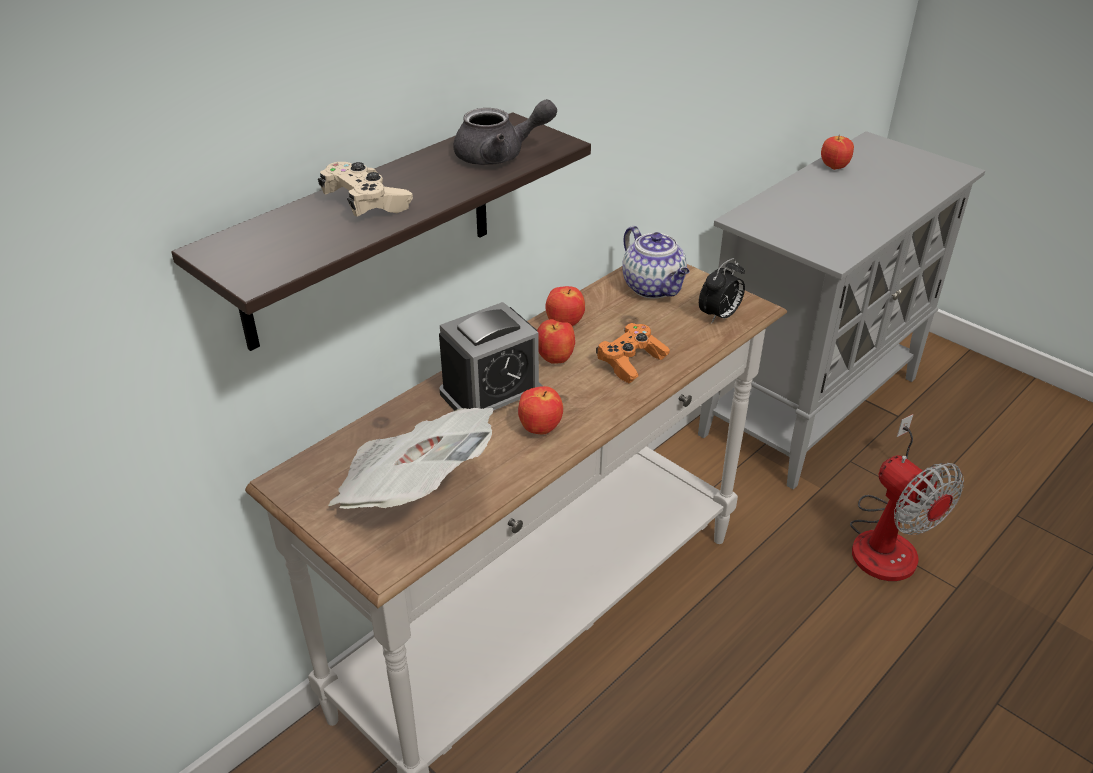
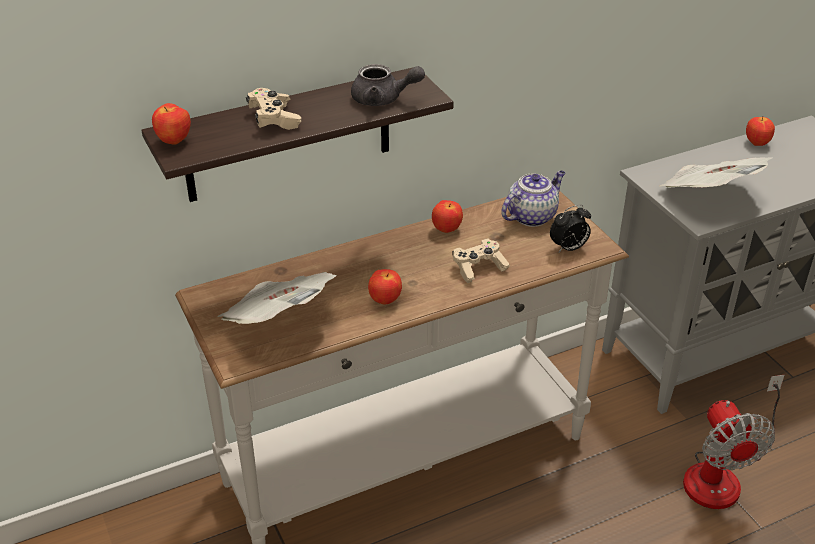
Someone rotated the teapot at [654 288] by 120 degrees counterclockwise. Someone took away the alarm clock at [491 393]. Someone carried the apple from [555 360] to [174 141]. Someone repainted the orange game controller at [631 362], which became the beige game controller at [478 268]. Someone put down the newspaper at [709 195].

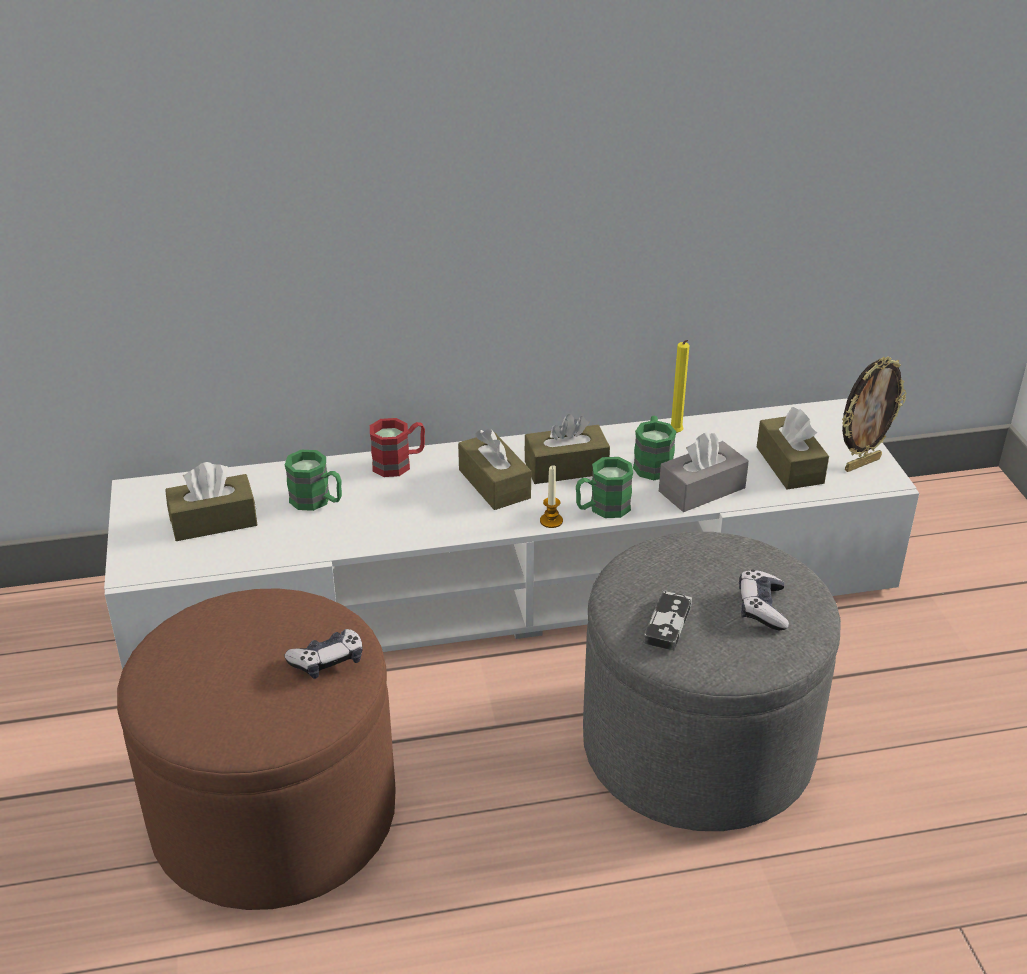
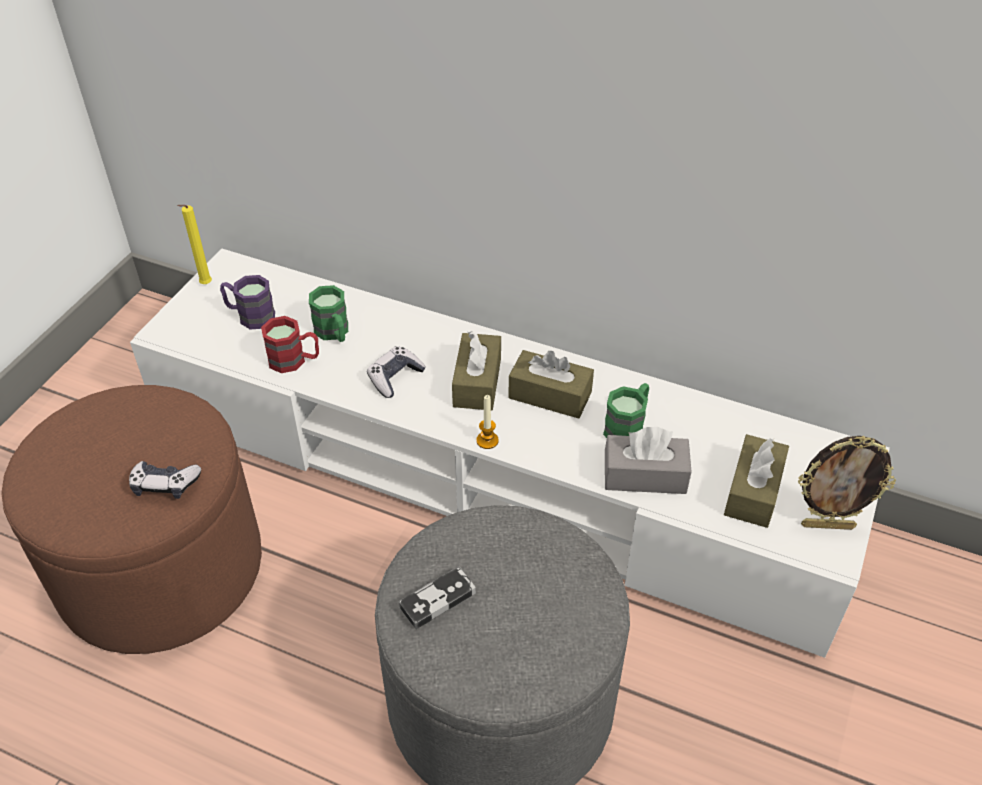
Someone carried the yellow candle from [676 434] to [204 285]. Someone carried the red mug from [399 463] to [294 360]. Someone took away the green mug at [602 508]. Someone swapped the brown tissue box at [213 521] for the purple mug at [250 316]. Someone carried the game controller from [761 608] to [395 377].

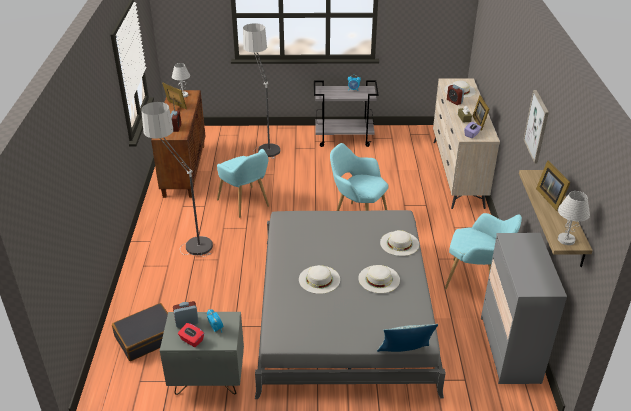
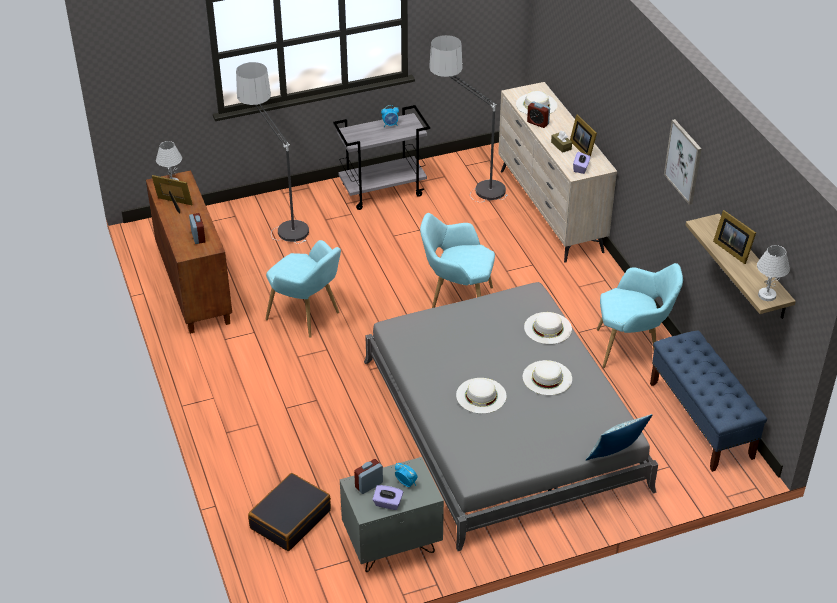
Someone carried the floor lamp from [185 238] to [467 186]. Someone swapped the grey dresser at [509 349] for the blue bench at [701 420]. Someone repainted the red tissue box at [191 340], which became the purple tissue box at [387 503].

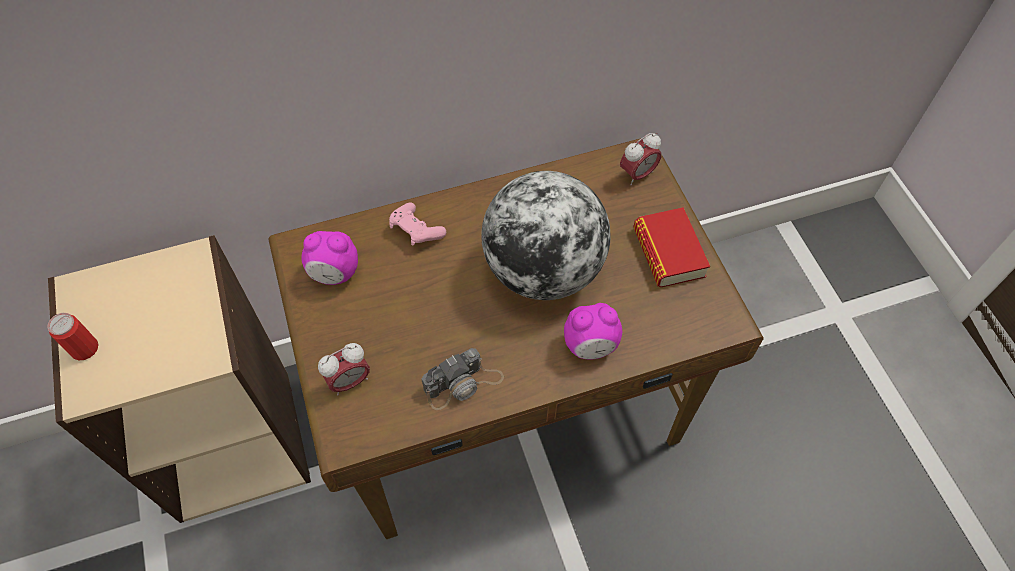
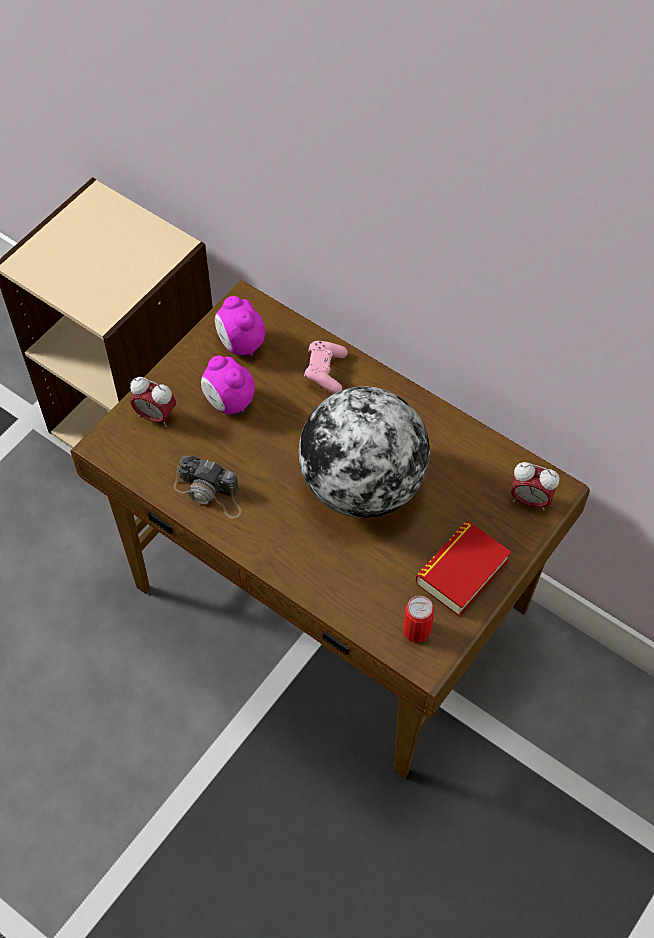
Someone carried the alarm clock from [590 346] to [228 402]. Someone carried the can from [84 348] to [416 630].

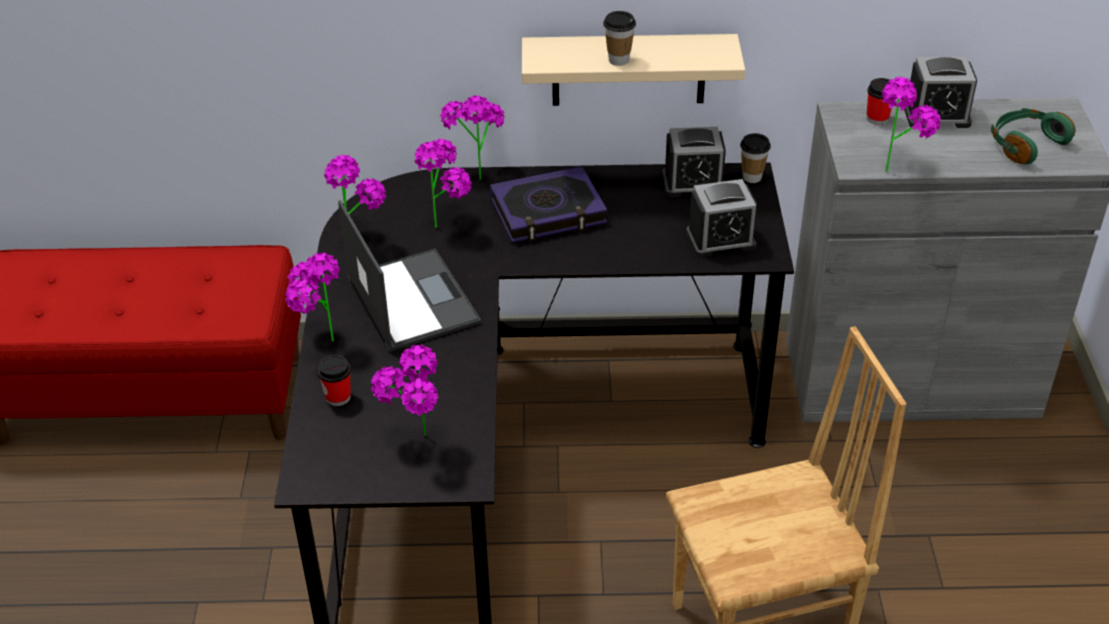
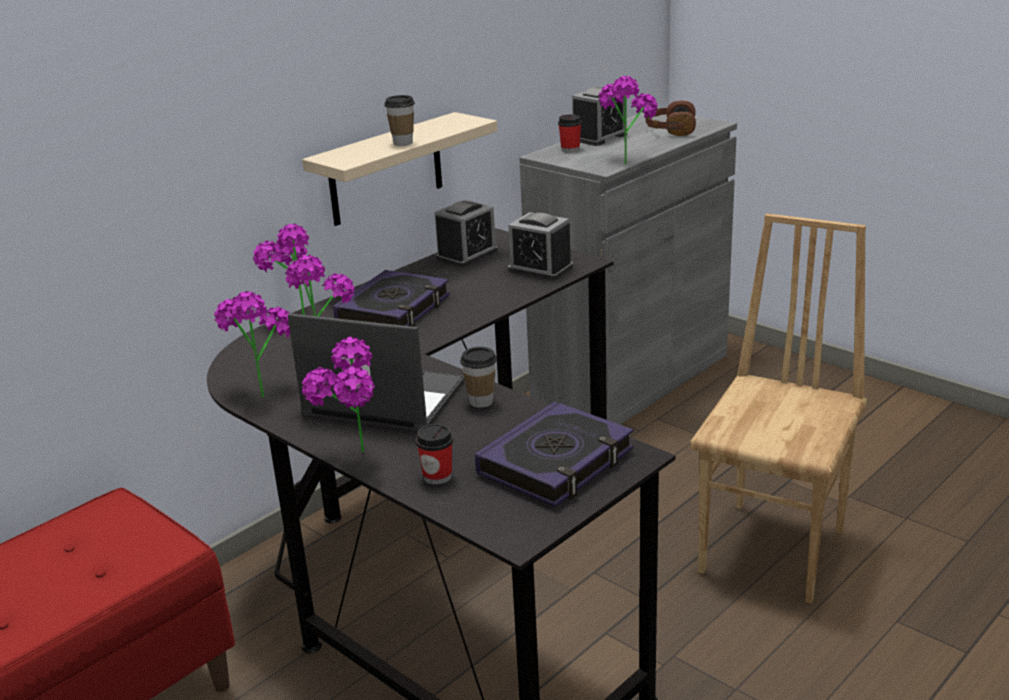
Someone repainted the green headphones at [1025 144], which became the brown headphones at [670 129]. Someone carried the cup from [752 177] to [481 402]. Someone rotated the alarm clock at [720 239] by 90 degrees clockwise. Someone swapped the potted plant at [416 444] for the book at [556 463].

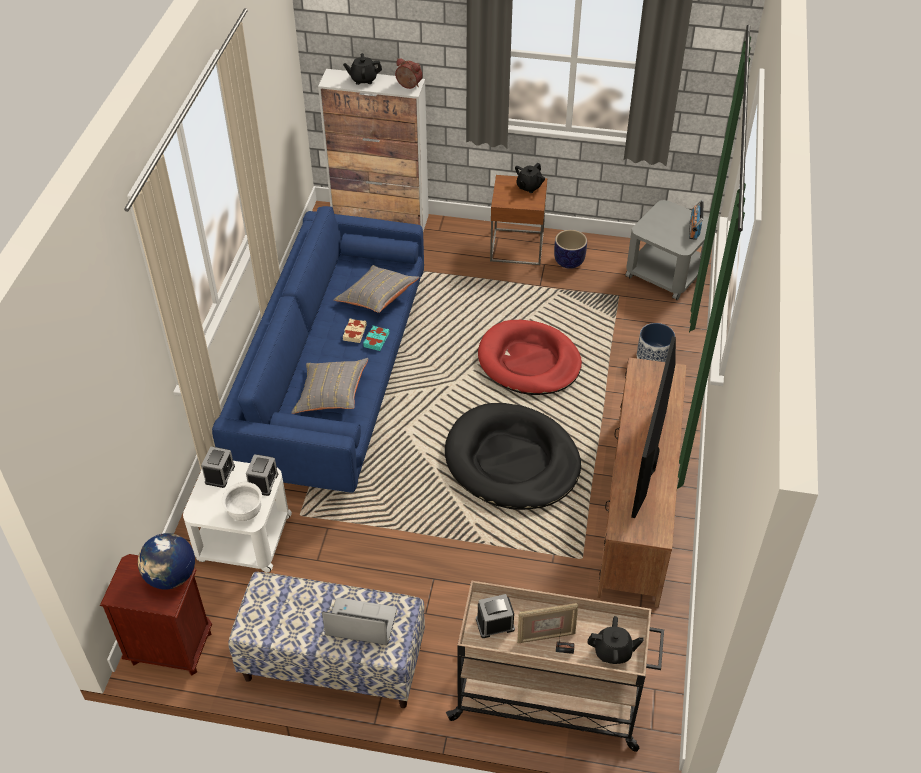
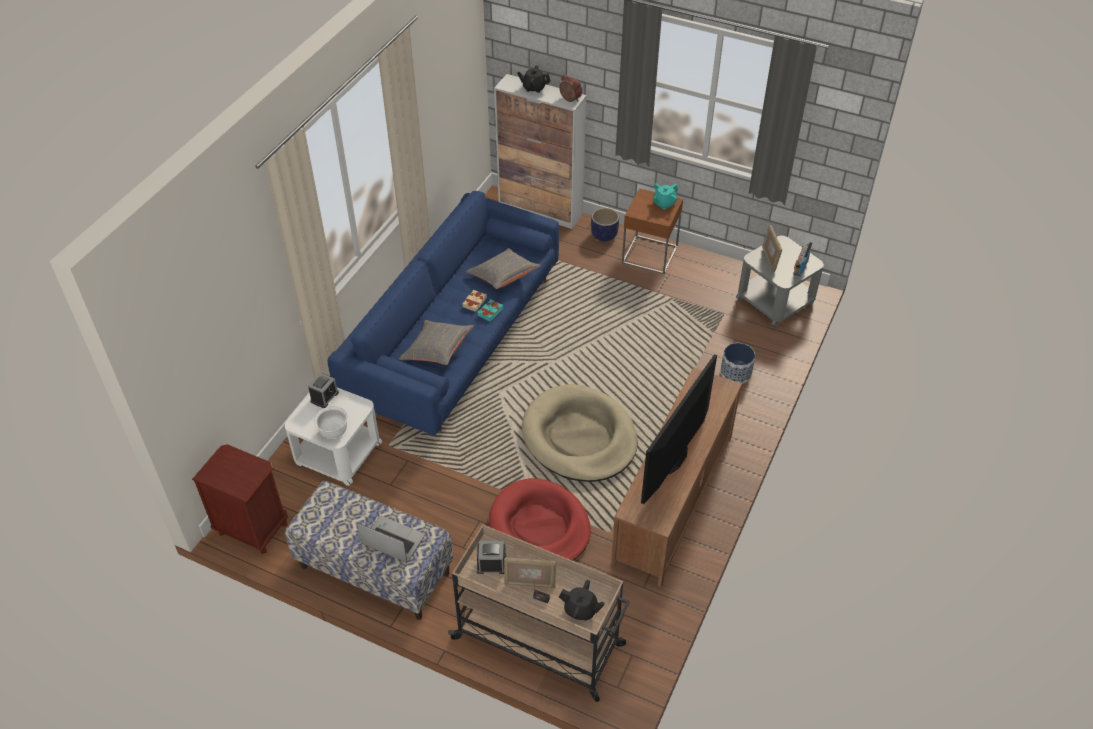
Someone repainted the black teapot at [529 187], which became the turquoise teapot at [664 203]. Someone carried the planter from [568 261] to [604 235]. Someone carried the red dog bed from [529 361] to [540 526]. Someone repainted the black dog bed at [512 461], which became the beige dog bed at [579 437]. Someone took away the alarm clock at [263 482]. Someone took away the globe at [171 577]. Someone put down the picture frame at [769 259].

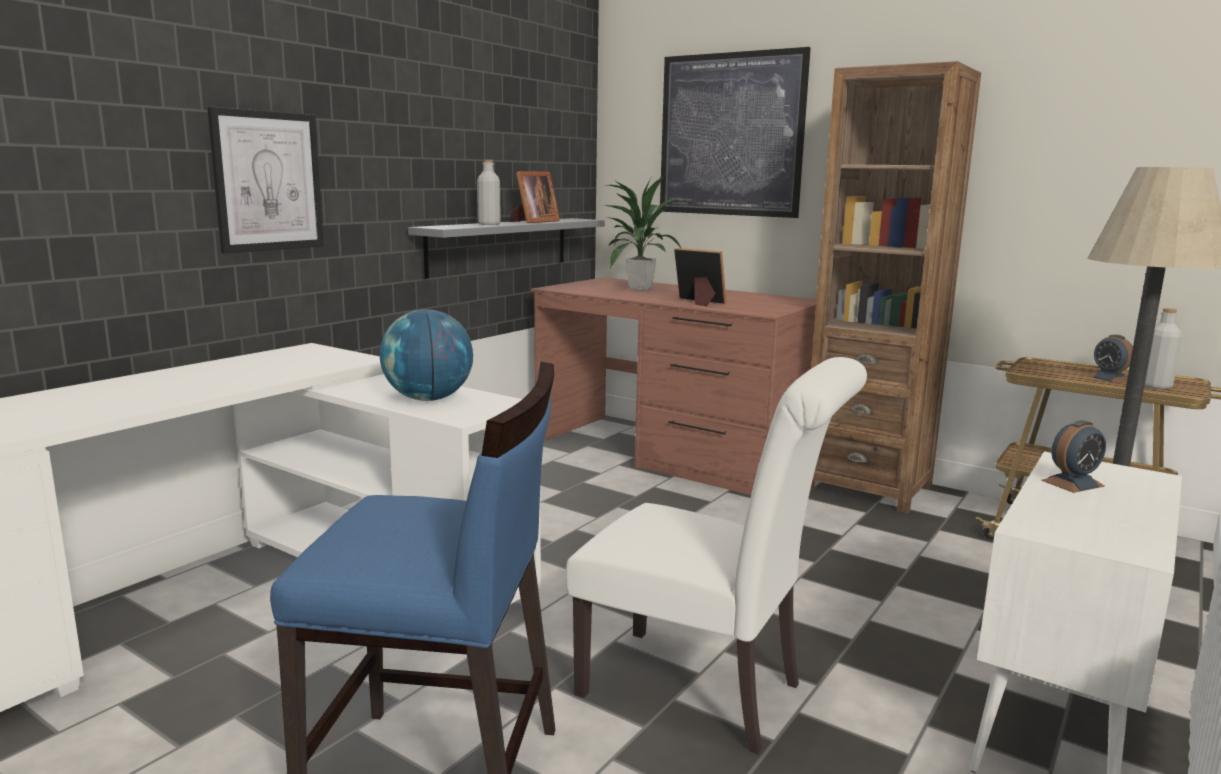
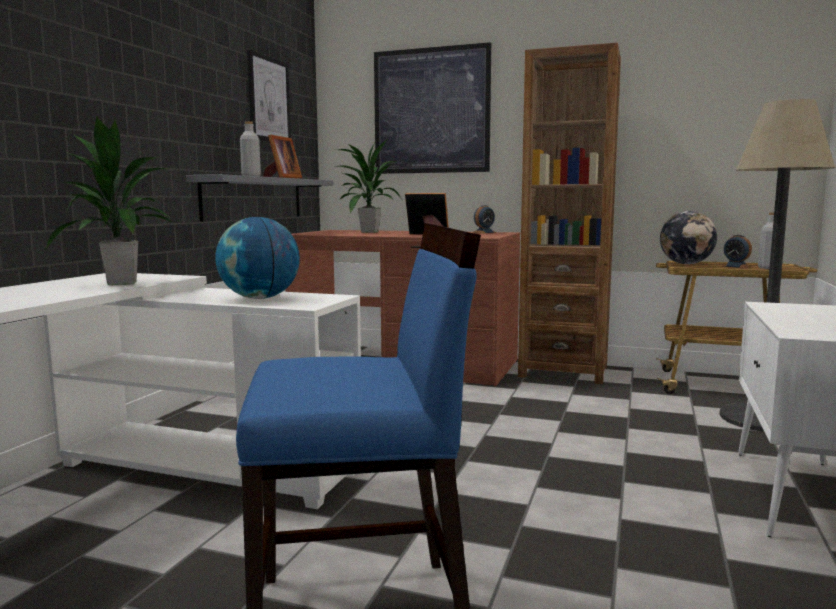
Someone carried the picture from [268 181] to [268 100]. Someone took away the white chair at [703 692]. Someone carried the alarm clock from [1072 483] to [484 232]. Someone put down the potted plant at [123 283]. Someone put down the globe at [686 264].

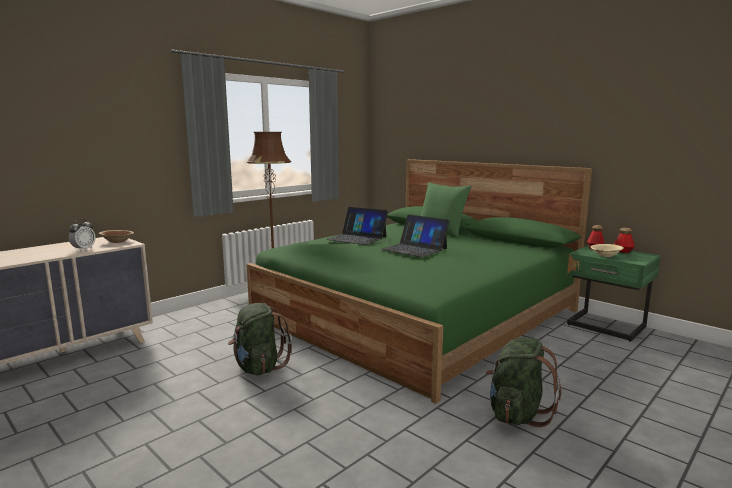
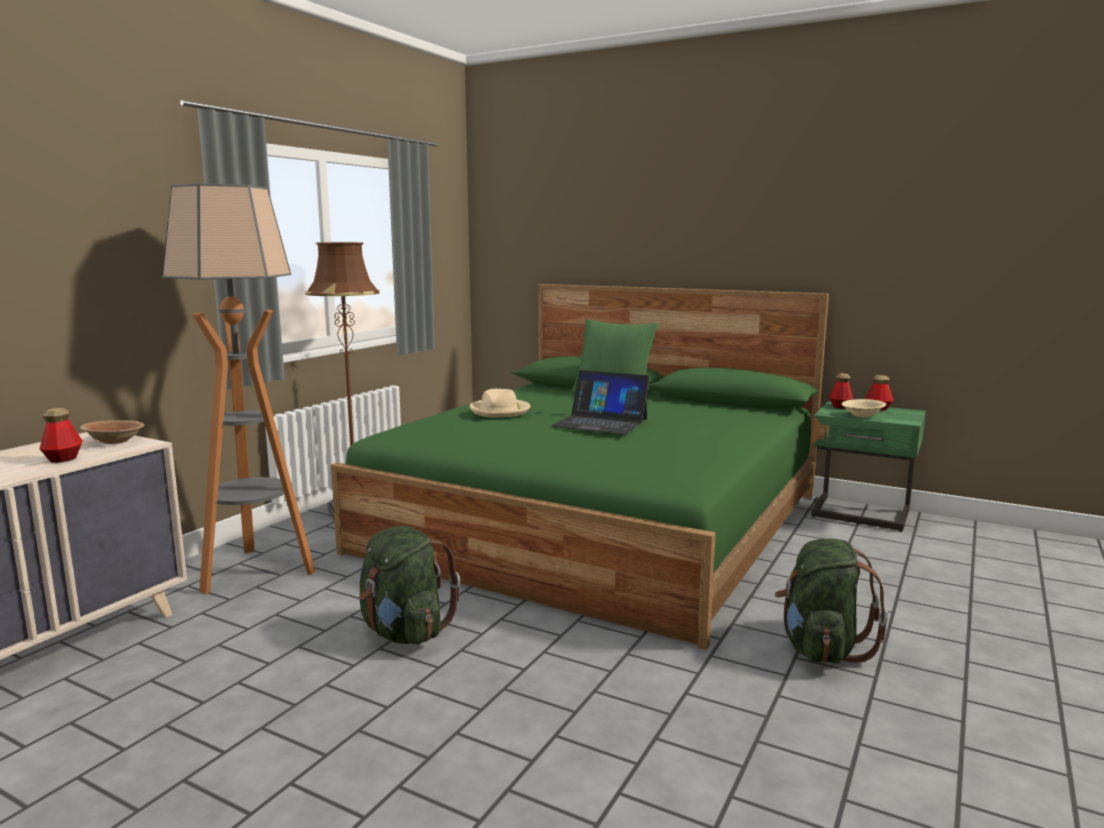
Someone swapped the laptop at [357 238] for the beige hat at [500 411]. Someone swapped the alarm clock at [83 249] for the bottle at [63 459]. Someone put down the floor lamp at [255 571].

